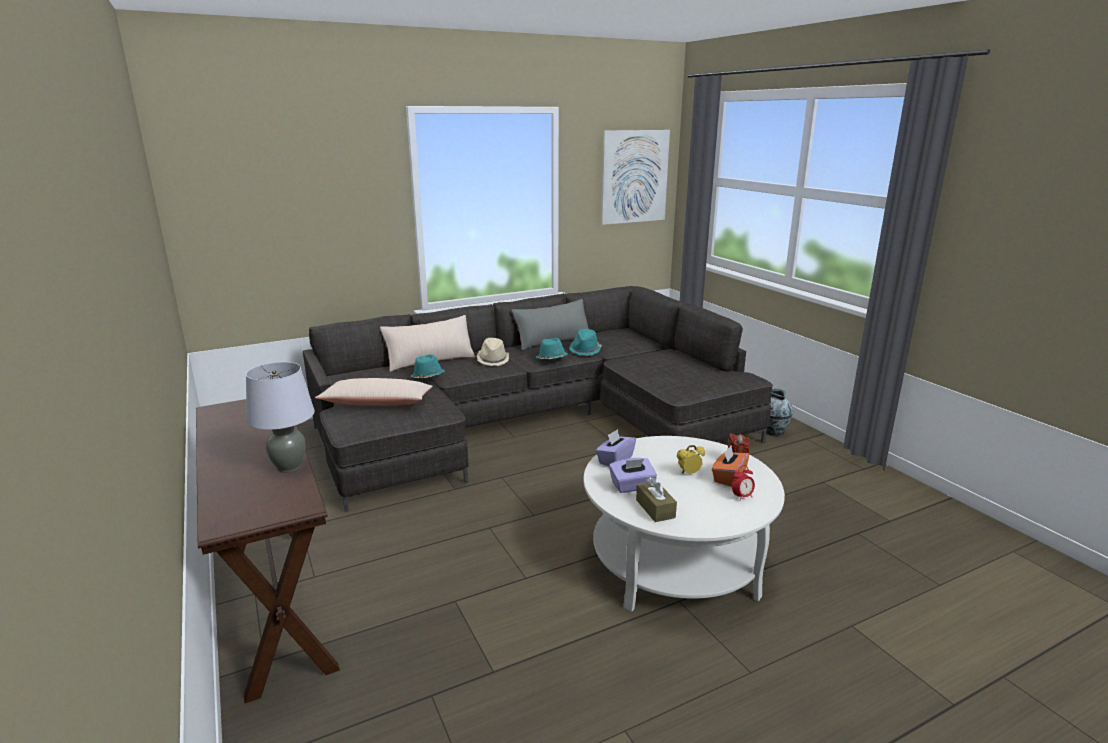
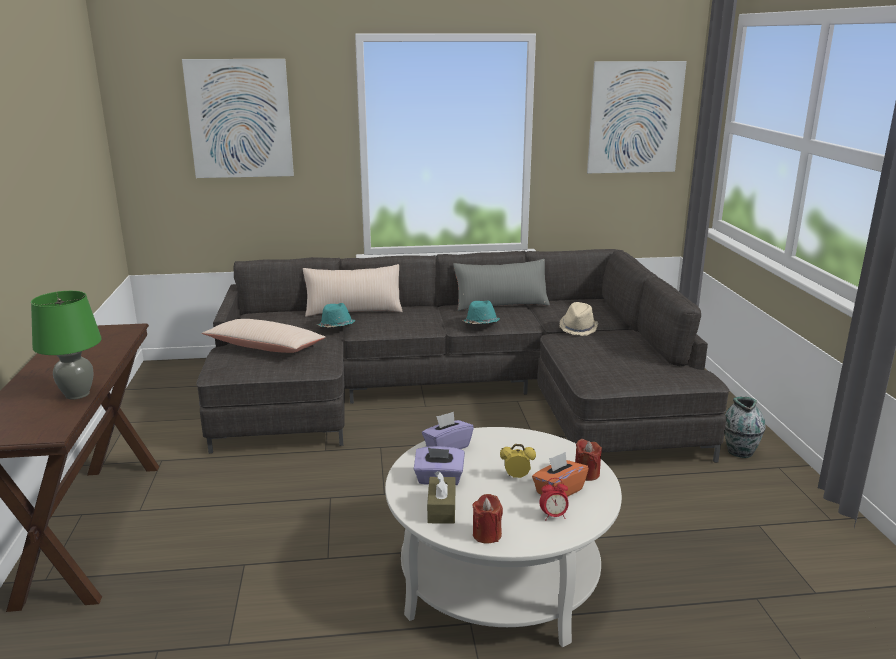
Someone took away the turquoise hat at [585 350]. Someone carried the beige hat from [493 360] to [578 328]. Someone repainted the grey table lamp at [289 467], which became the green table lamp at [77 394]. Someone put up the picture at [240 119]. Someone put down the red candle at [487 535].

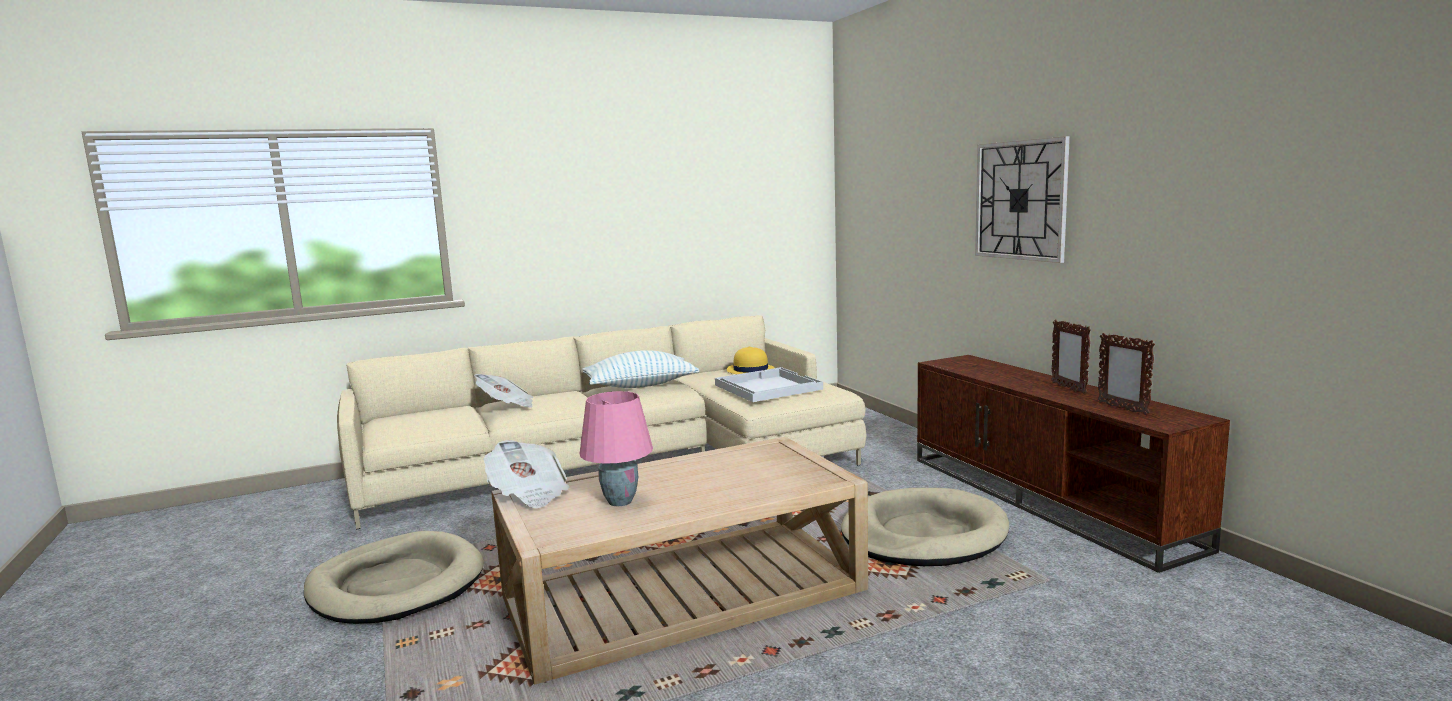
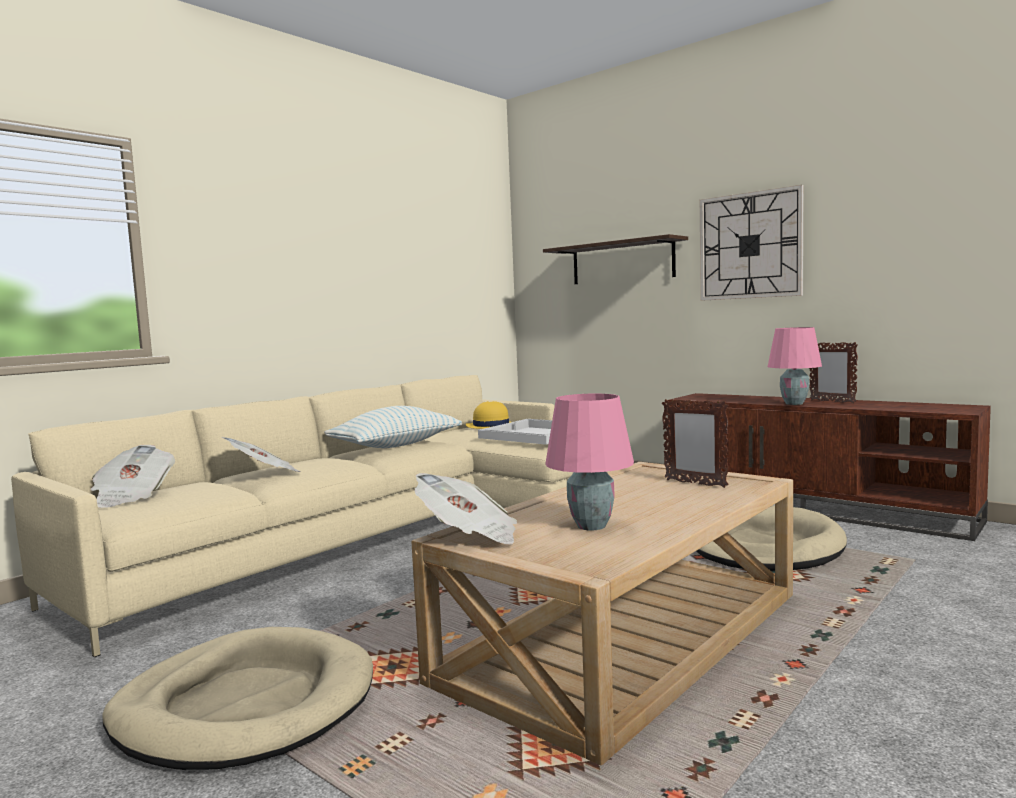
Someone carried the picture frame from [1122 408] to [695 483]. Someone put up the shelf at [622 262]. Someone put down the pink table lamp at [794 403]. Someone put down the newspaper at [132 497].

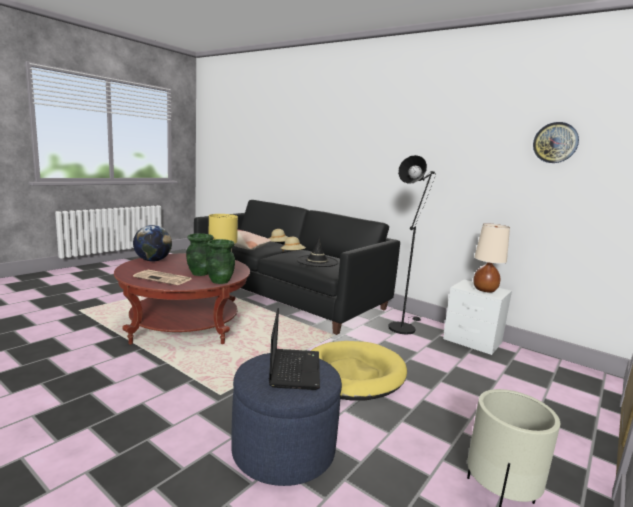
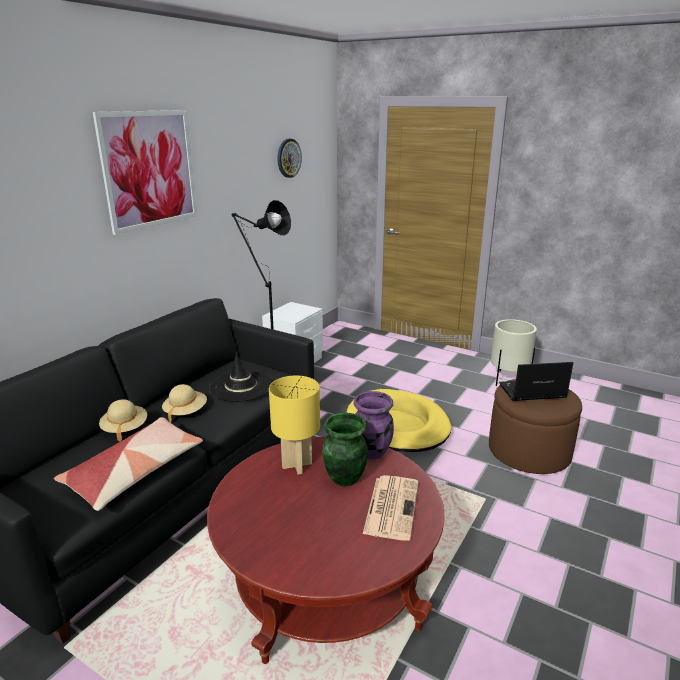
Someone took away the beige table lamp at [484 290]. Someone took away the globe at [153 260]. Someone repainted the green vase at [219 281], which became the purple vase at [371 452]. Someone repainted the blue ottoman at [283 449], which became the brown ottoman at [529 452]. Someone put up the picture at [149 169].

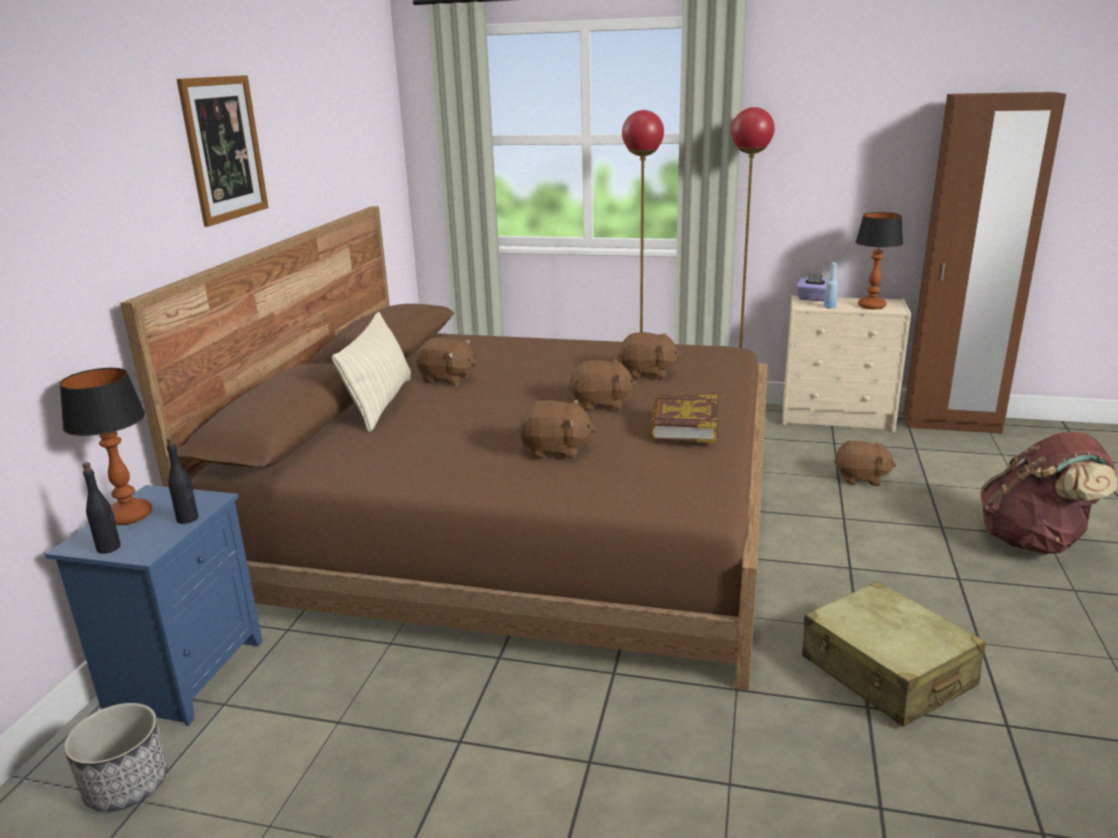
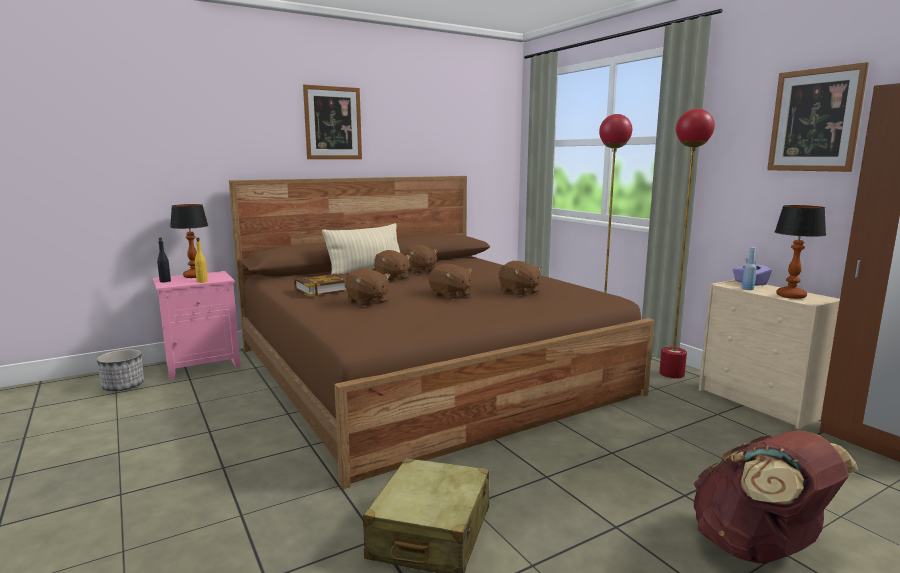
Someone carried the book from [683 425] to [325 289]. Someone repainted the black bottle at [188 519], which became the yellow bottle at [202 281]. Someone carried the brown plush toy from [861 478] to [391 278]. Someone repainted the blue nightstand at [184 672], which became the pink nightstand at [203 364]. Someone put up the picture at [815 120].

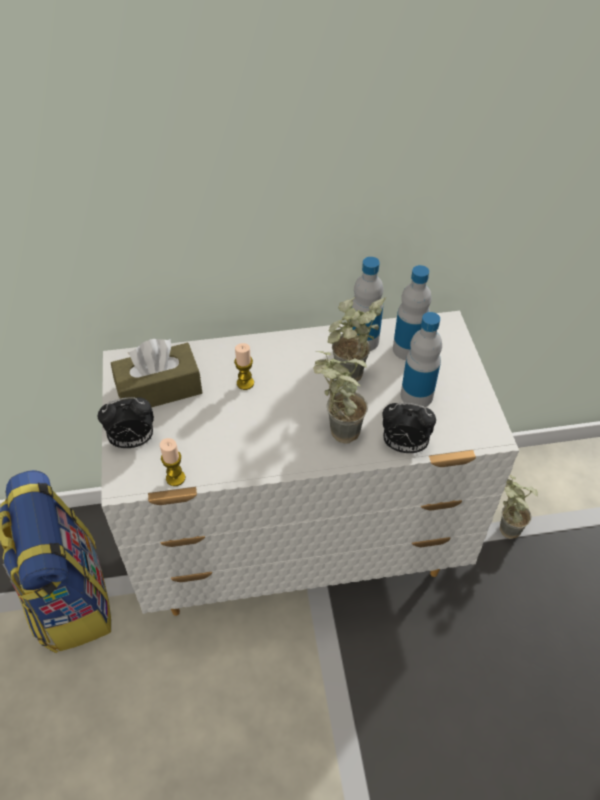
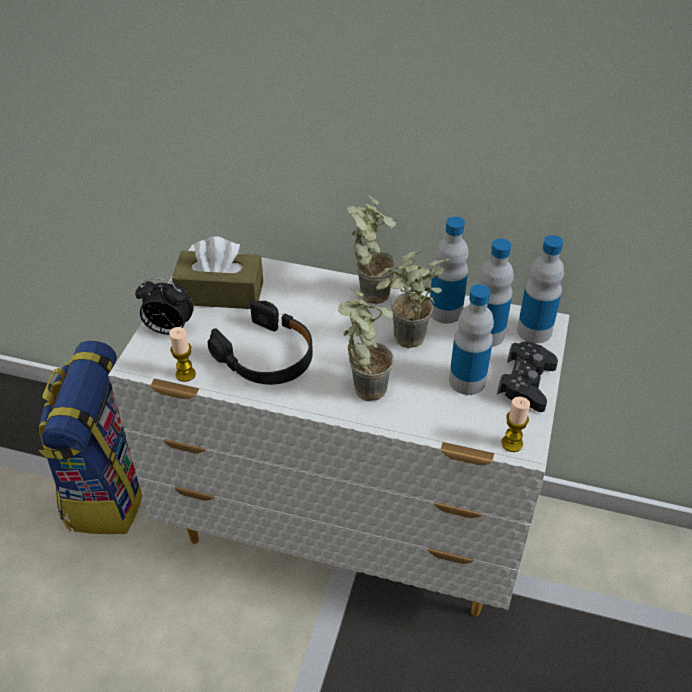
Someone carried the candle from [245 383] to [512 443]. Someone took away the alarm clock at [403 446]. Someone carried the potted plant from [503 527] to [369 290]. Someone put down the bottle at [534 331]. Someone put down the black headphones at [267 356]. Someone put down the black game controller at [526 382].

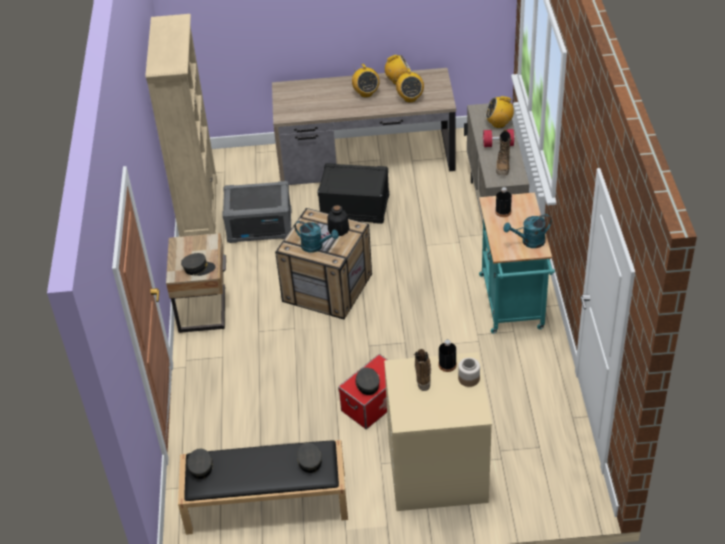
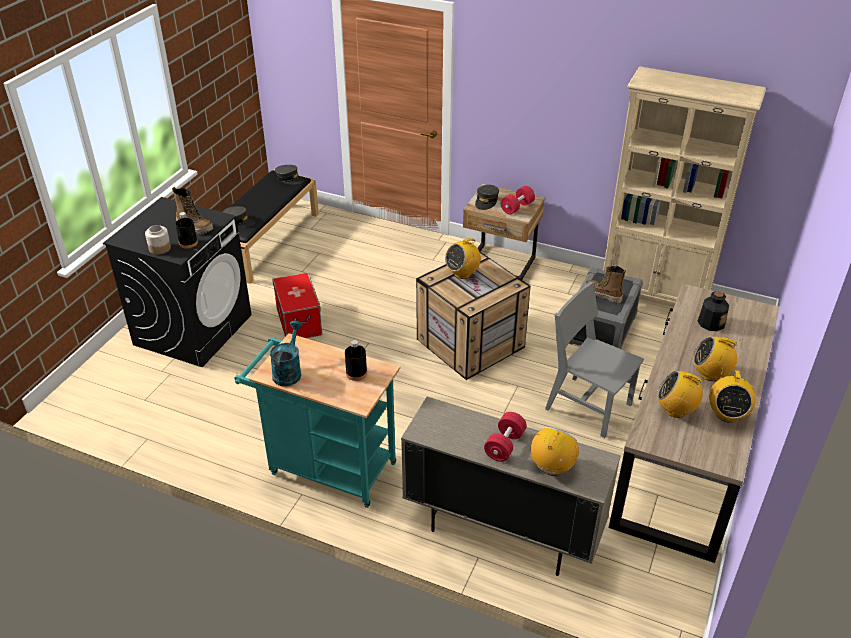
Someone carried the boot from [503 166] to [603 295]. Someone swapped the black storage box at [354 208] for the grey chair at [588 406]. Someone carried the bottle from [338 229] to [710 323]. Someone swapped the turquoise watering can at [316 246] for the radio at [462 274]. Someone repainted the beige washing machine at [436 471], which became the black washing machine at [193 329]. Someone took away the grey cap at [367 384]. Someone put down the red dumbbell at [517 207].

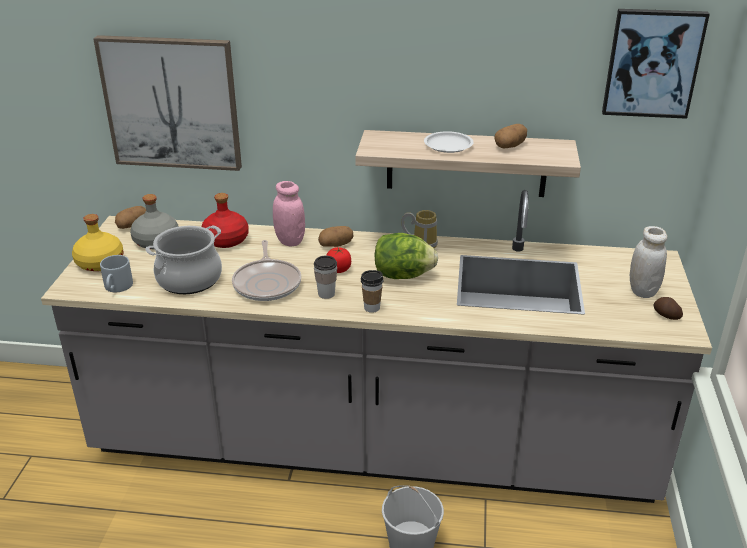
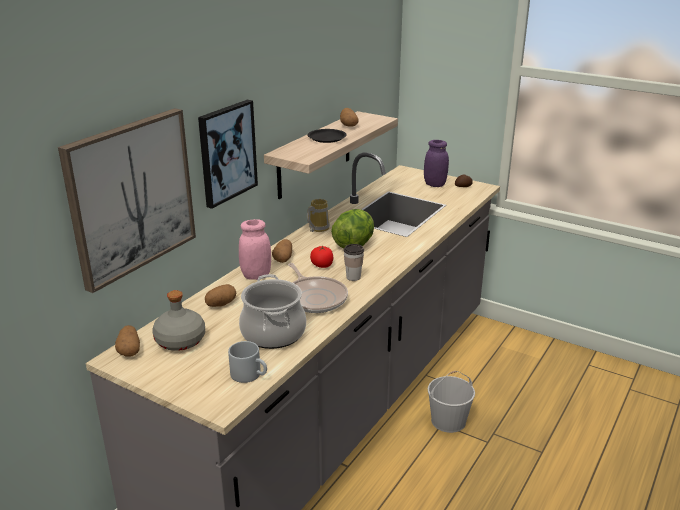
Someone carried the picture from [652 63] to [227 152]. Someone repainted the white plate at [448 145], which became the black plate at [326 138]. Someone swapped the red bottle at [226 240] for the potato at [221 304]. Someone took away the yellow bottle at [99 262]. Someone repainted the white jar at [642 291], which became the purple jar at [434 184]. Someone rotated the frying pan at [267 283] by 45 degrees clockwise. Someone took away the cup at [372 308].

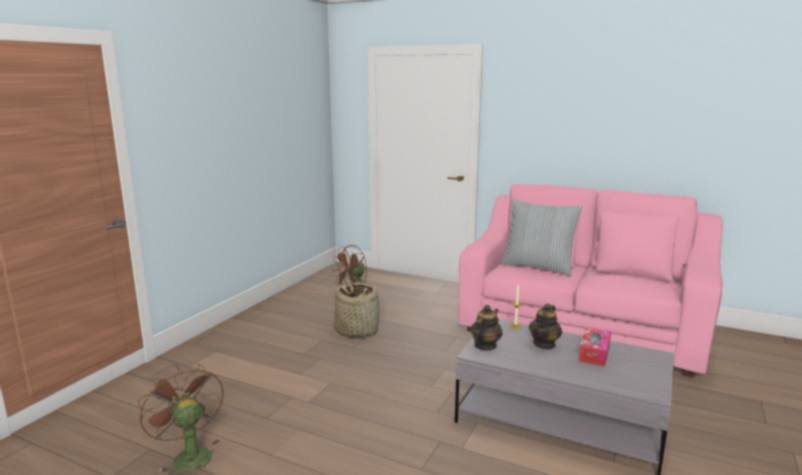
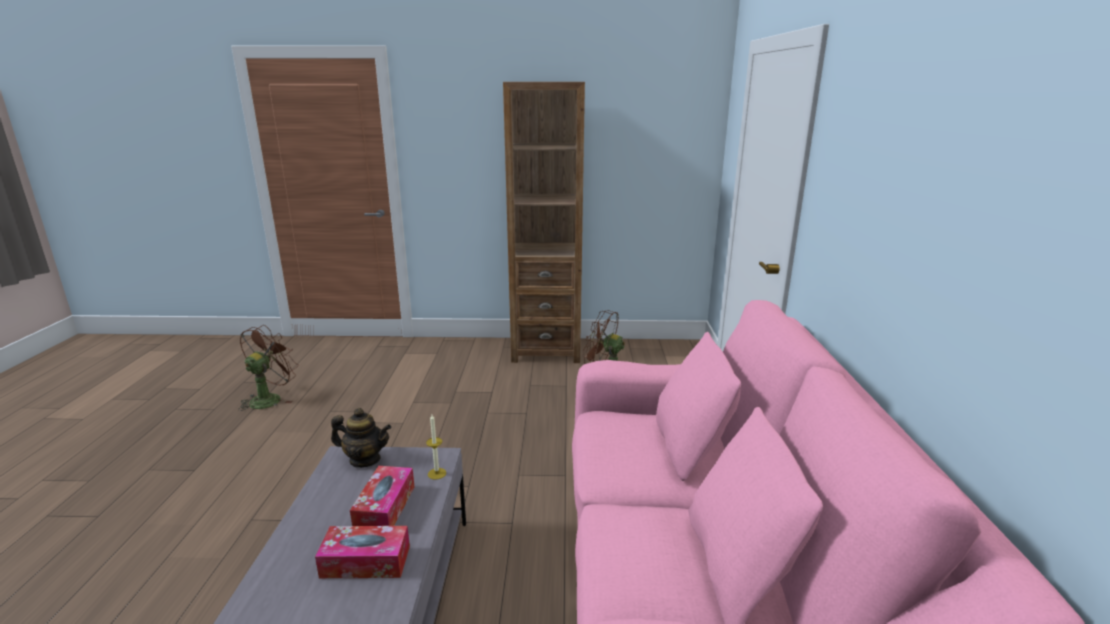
Someone took away the pillow at [538 267]. Someone took away the basket at [357 330]. Someone swapped the teapot at [544 344] for the tissue box at [385 507]. Someone put down the brown bookcase at [546 350].

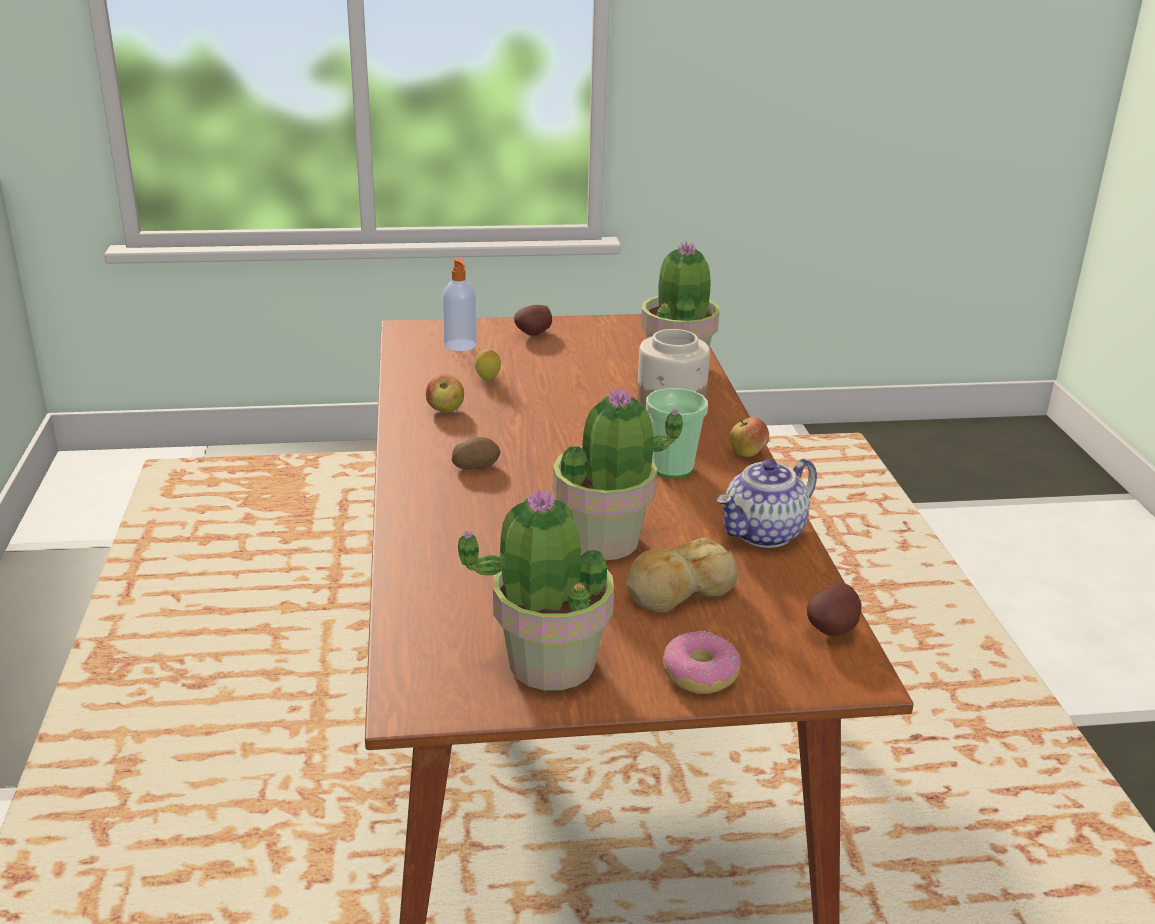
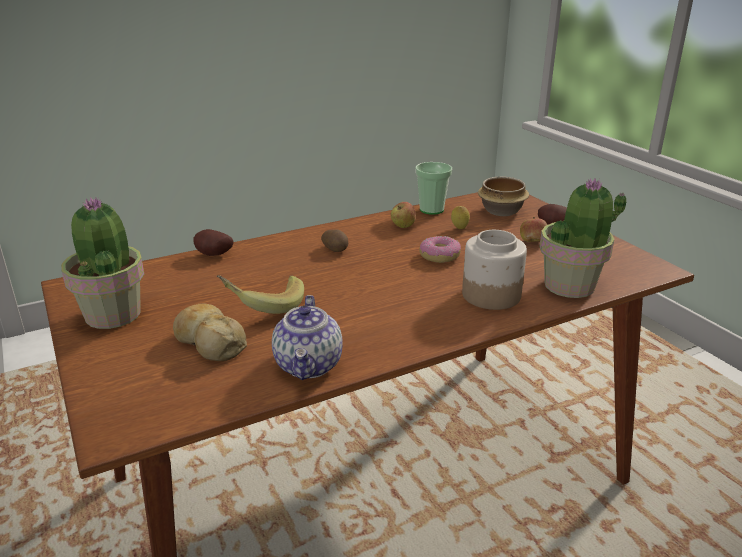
Someone swapped the soap dispenser at [460 345] for the bowl at [502 211]. Someone swapped the potted plant at [604 541] for the banana at [264 305]. Someone carried the cup from [672 468] to [431 210]. Someone carried the apple from [747 454] to [532 242]. Someone rotated the teapot at [764 534] by 120 degrees counterclockwise. Someone carried the potato from [834 630] to [213 255]. Someone carried the donut from [699 674] to [439 256].

